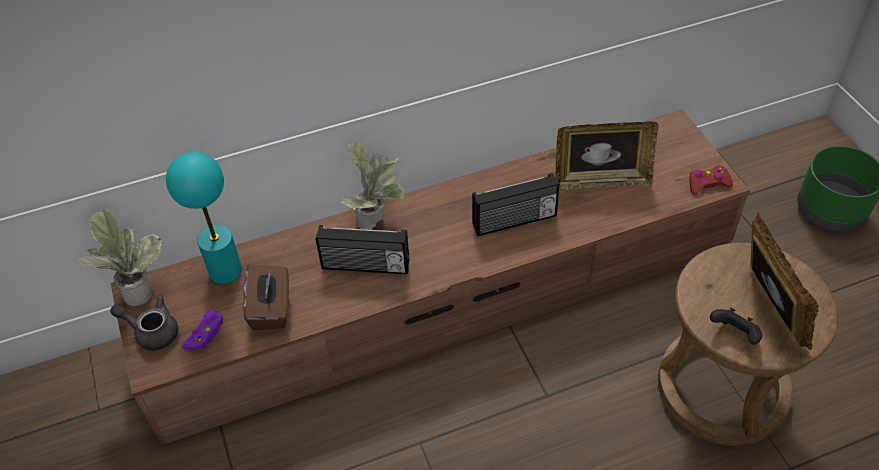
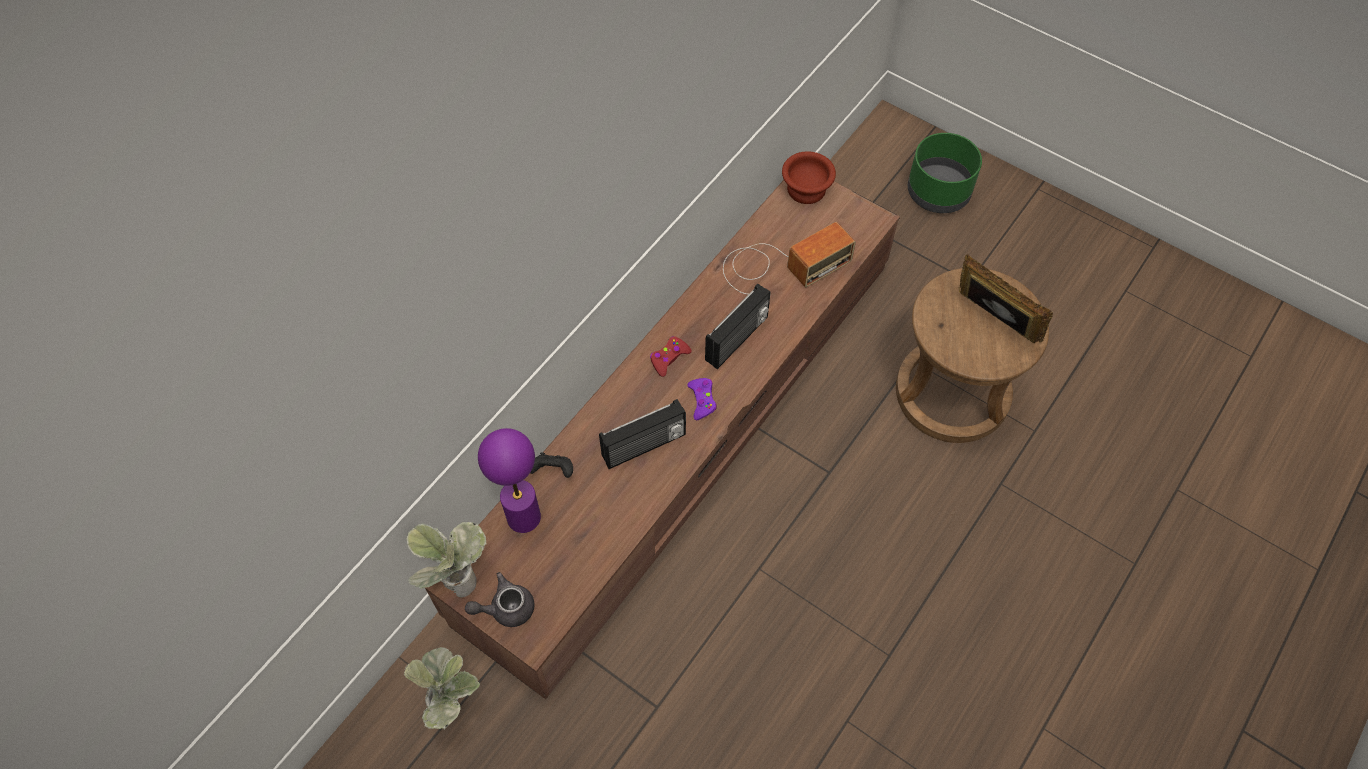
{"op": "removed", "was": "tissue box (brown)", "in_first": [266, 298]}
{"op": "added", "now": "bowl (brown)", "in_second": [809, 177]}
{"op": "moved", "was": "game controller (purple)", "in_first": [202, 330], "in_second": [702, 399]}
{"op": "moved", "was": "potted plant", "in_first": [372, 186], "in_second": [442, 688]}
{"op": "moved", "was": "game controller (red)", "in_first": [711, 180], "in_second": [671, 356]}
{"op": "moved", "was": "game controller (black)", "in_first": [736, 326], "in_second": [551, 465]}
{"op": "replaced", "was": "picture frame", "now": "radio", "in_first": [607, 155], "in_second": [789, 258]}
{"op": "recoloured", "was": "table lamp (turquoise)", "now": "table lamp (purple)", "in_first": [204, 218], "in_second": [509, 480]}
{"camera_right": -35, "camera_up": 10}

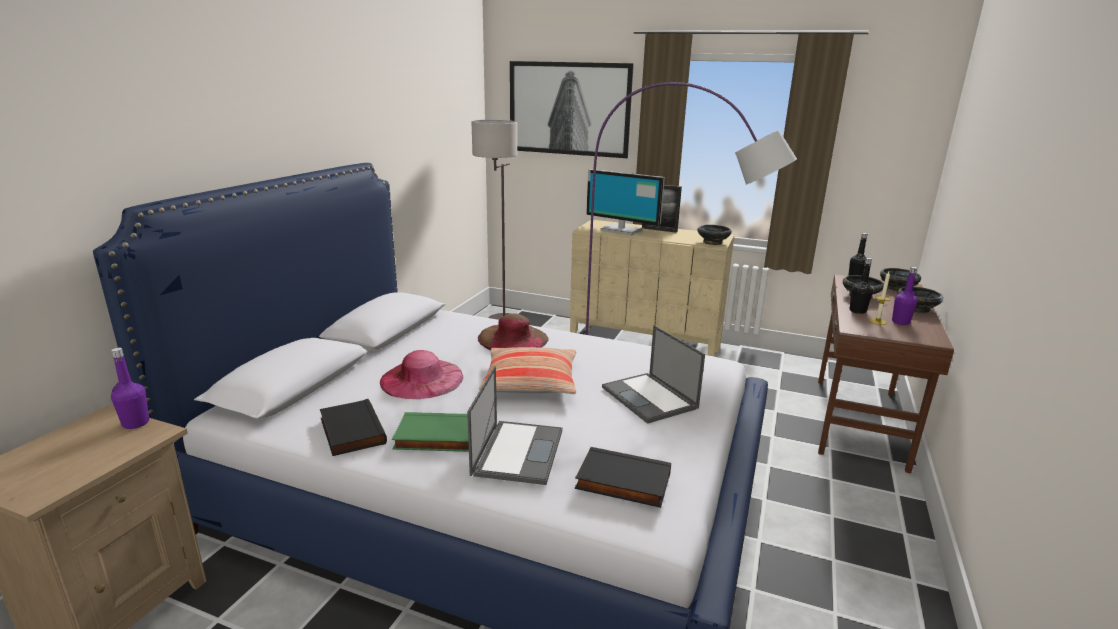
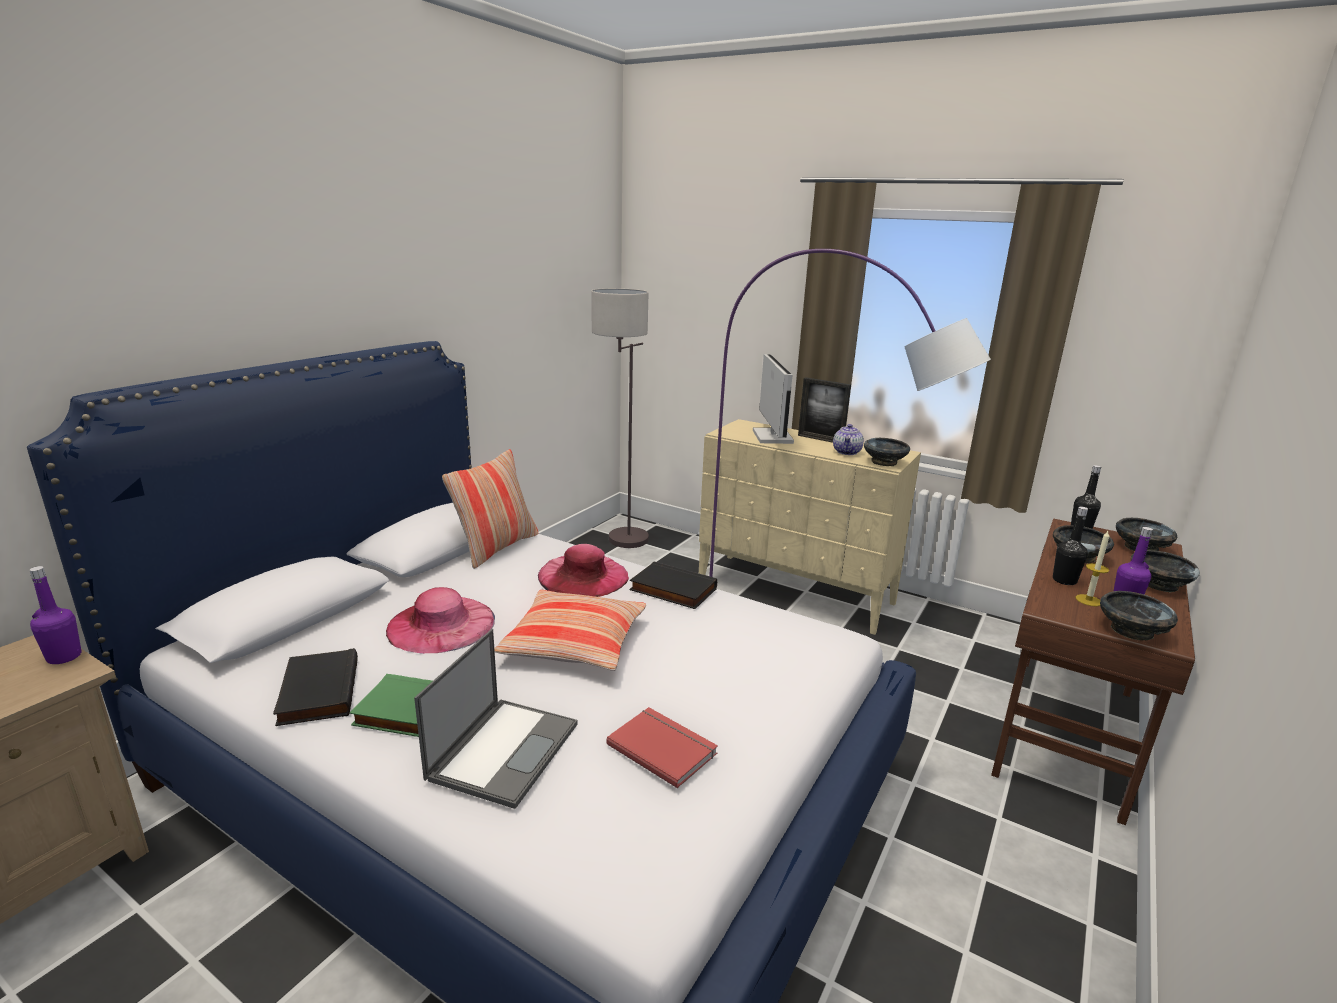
{"op": "removed", "was": "picture", "in_first": [572, 109]}
{"op": "removed", "was": "laptop", "in_first": [653, 374]}
{"op": "added", "now": "pillow", "in_second": [490, 509]}
{"op": "added", "now": "book (red)", "in_second": [662, 747]}
{"op": "added", "now": "teapot", "in_second": [848, 439]}
{"op": "added", "now": "bowl (black)", "in_second": [1139, 615]}
{"op": "moved", "was": "book (black)", "in_first": [623, 477], "in_second": [673, 585]}
{"op": "recoloured", "was": "hat (brown)", "now": "hat (pink)", "in_first": [513, 331], "in_second": [583, 570]}
{"op": "turned", "was": "monitor", "in_first": [625, 202], "in_second": [773, 399], "clockwise": -135}
{"camera_right": 10, "camera_up": 0}

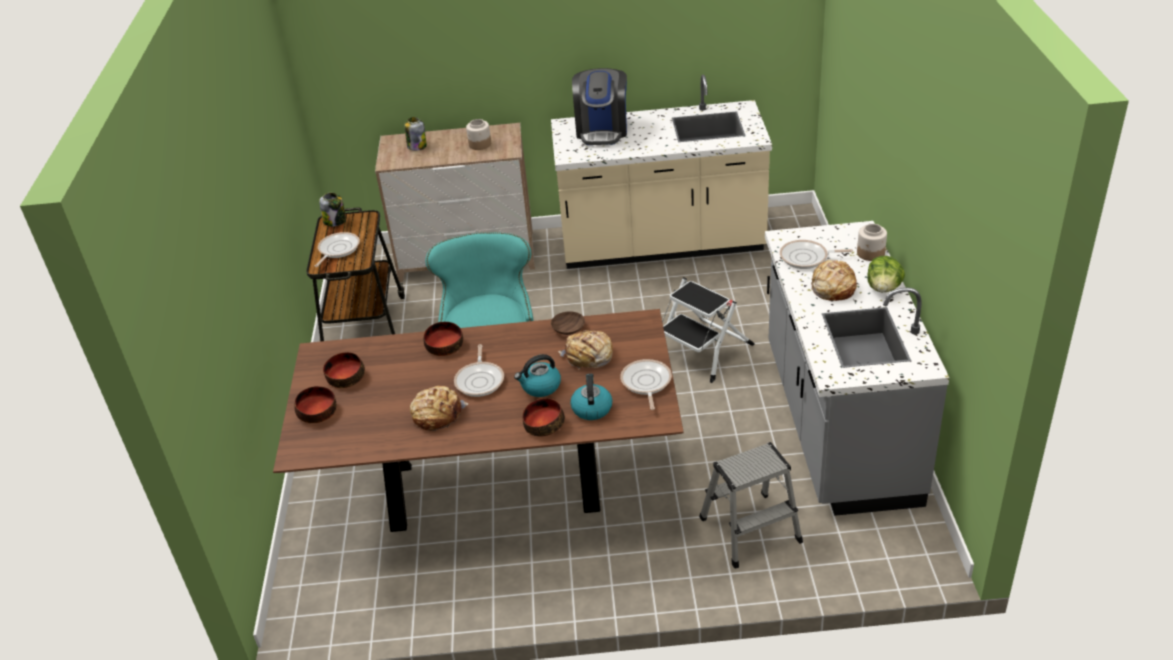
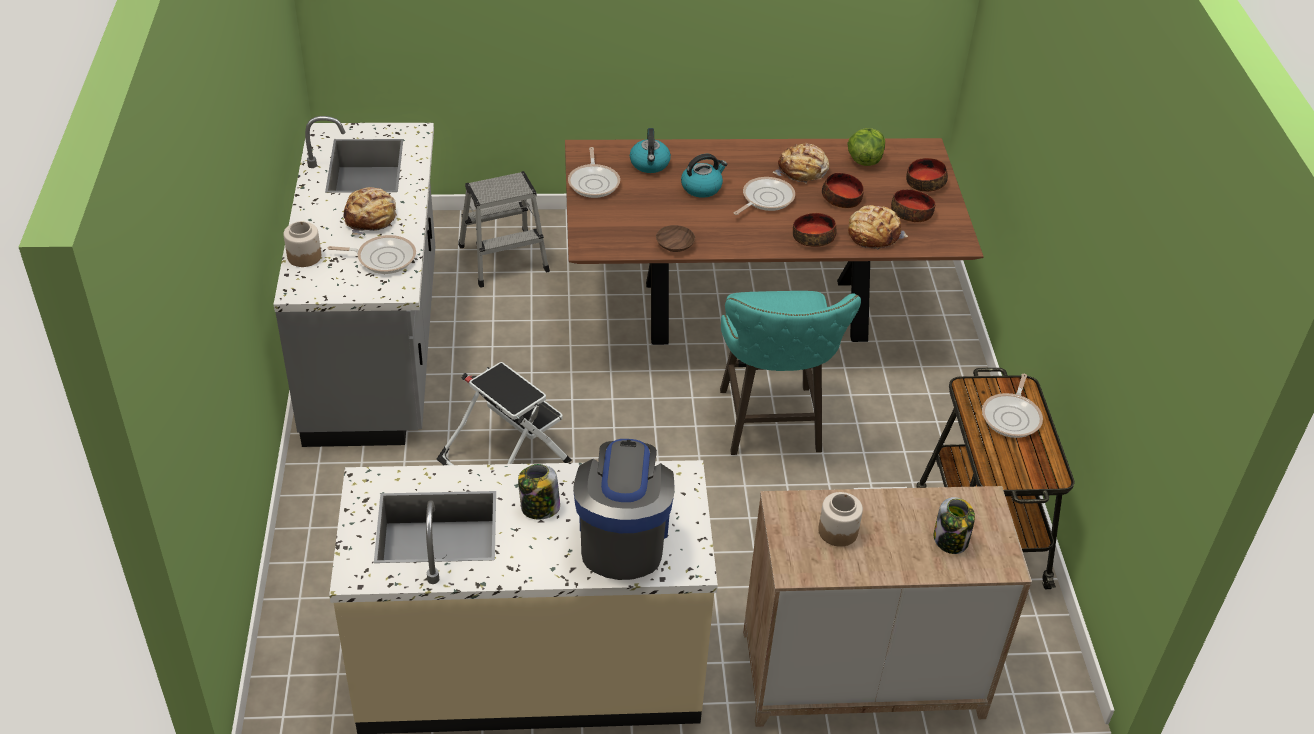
{"op": "moved", "was": "jar", "in_first": [332, 209], "in_second": [539, 492]}
{"op": "moved", "was": "bowl", "in_first": [543, 417], "in_second": [843, 190]}
{"op": "moved", "was": "bread", "in_first": [585, 350], "in_second": [878, 227]}
{"op": "moved", "was": "lettuce", "in_first": [886, 274], "in_second": [866, 147]}
{"op": "turned", "was": "frying pan", "in_first": [479, 370], "in_second": [764, 196], "clockwise": 45}
{"camera_right": 175, "camera_up": 5}

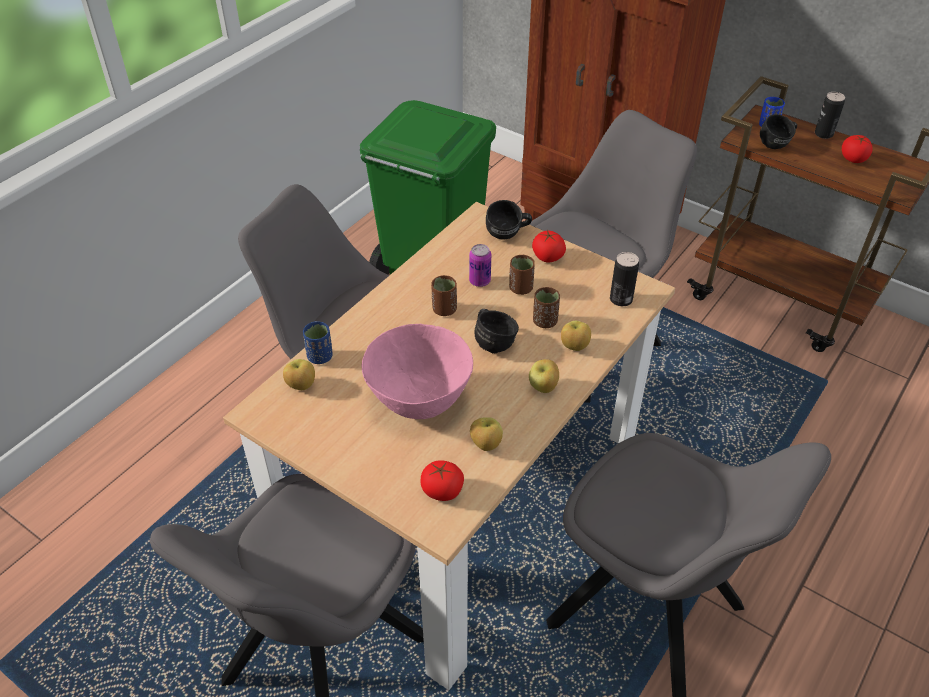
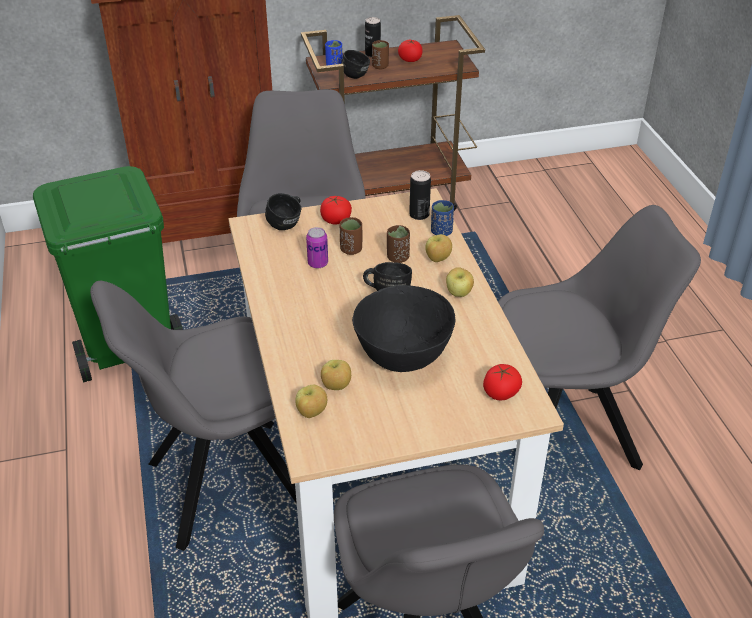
{"op": "moved", "was": "cup (blue)", "in_first": [318, 342], "in_second": [442, 218]}
{"op": "moved", "was": "cup (brown)", "in_first": [444, 295], "in_second": [380, 54]}
{"op": "moved", "was": "apple", "in_first": [486, 434], "in_second": [336, 375]}
{"op": "recoloured", "was": "bowl (pink)", "now": "bowl (black)", "in_first": [417, 371], "in_second": [403, 328]}
{"camera_right": -50, "camera_up": -5}

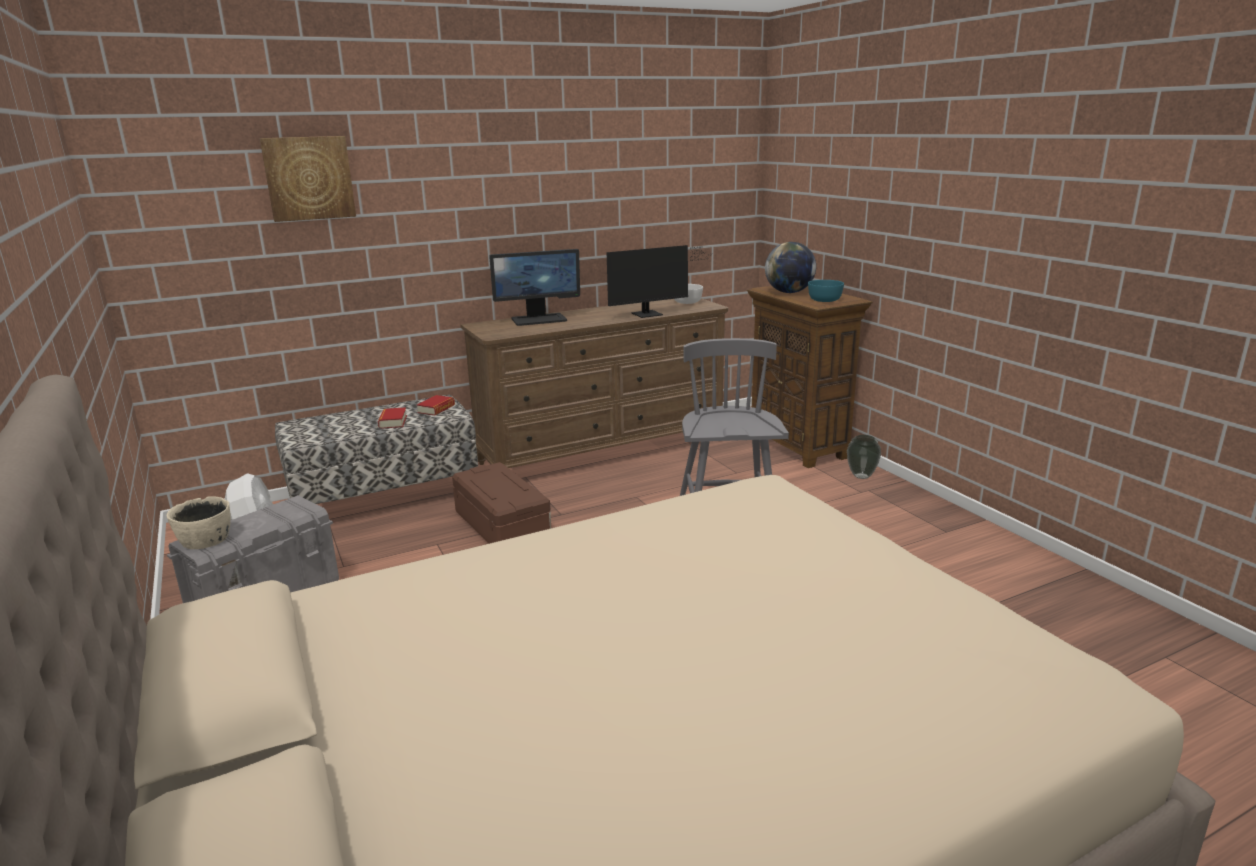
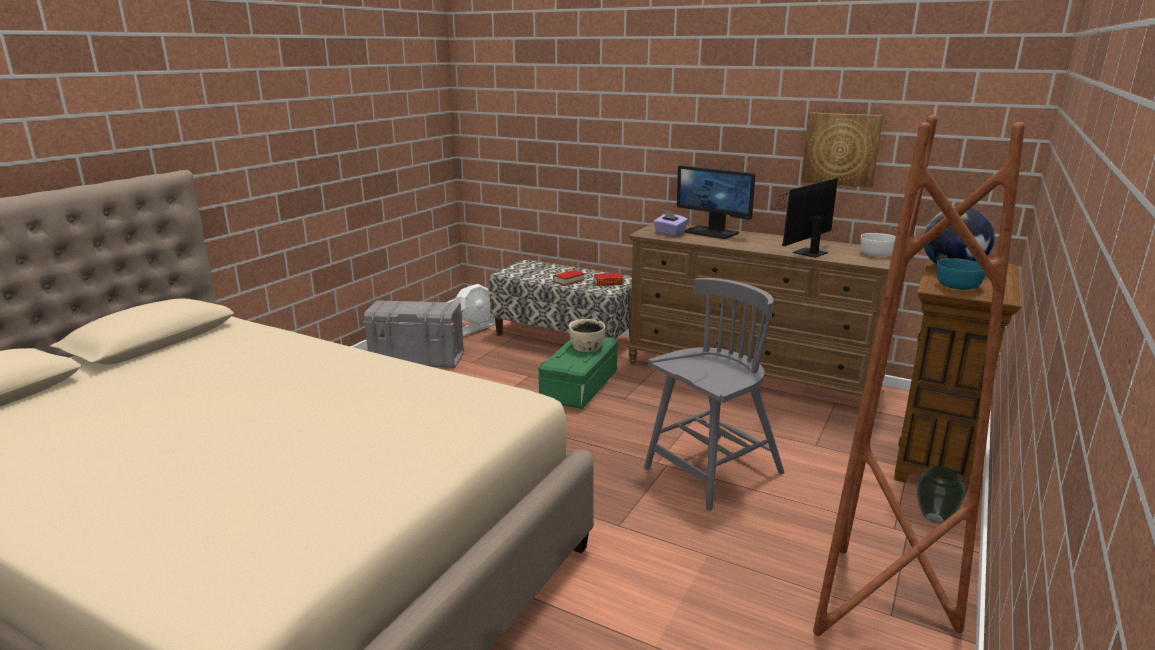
{"op": "added", "now": "tissue box (purple)", "in_second": [670, 223]}
{"op": "added", "now": "clothes rack (brown)", "in_second": [919, 375]}
{"op": "moved", "was": "bowl (beige)", "in_first": [198, 522], "in_second": [587, 335]}
{"op": "moved", "was": "picture", "in_first": [308, 179], "in_second": [842, 150]}
{"op": "recoloured", "was": "storage box (brown)", "now": "storage box (green)", "in_first": [501, 503], "in_second": [578, 373]}
{"op": "turned", "was": "monitor", "in_first": [657, 281], "in_second": [804, 218], "clockwise": 105}
{"camera_right": 55, "camera_up": 0}

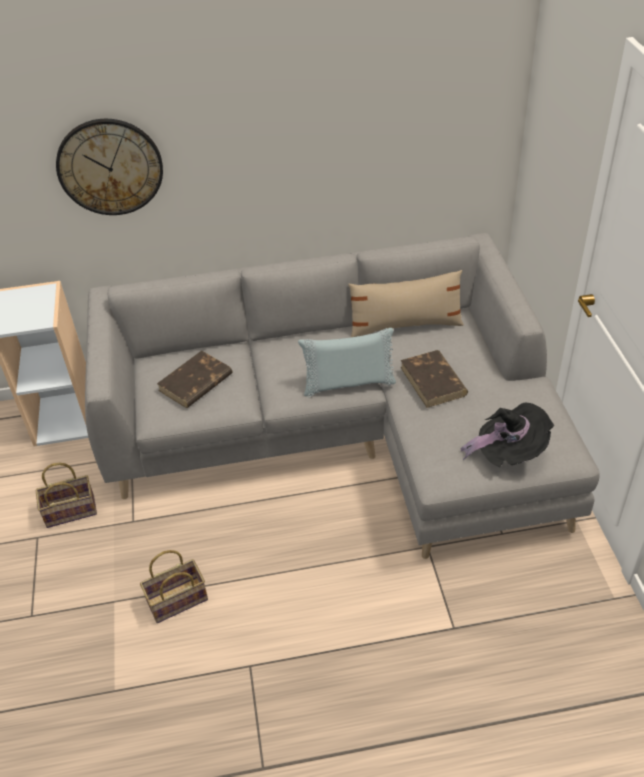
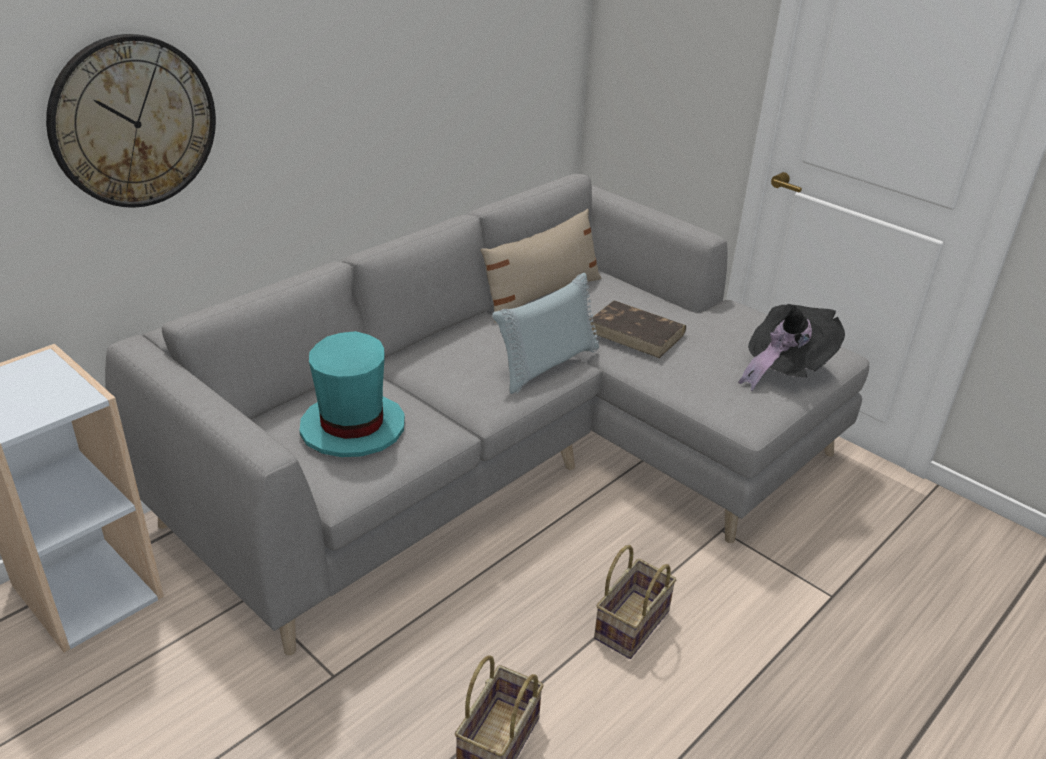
{"op": "moved", "was": "basket", "in_first": [66, 495], "in_second": [635, 602]}
{"op": "replaced", "was": "book (brown)", "now": "hat (turquoise)", "in_first": [195, 379], "in_second": [352, 394]}
{"camera_right": -40, "camera_up": -10}

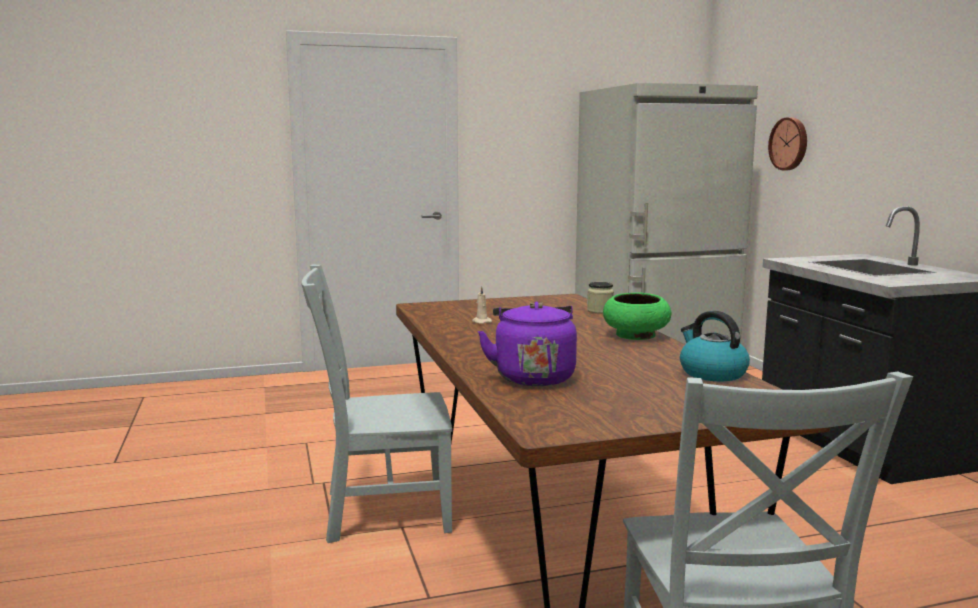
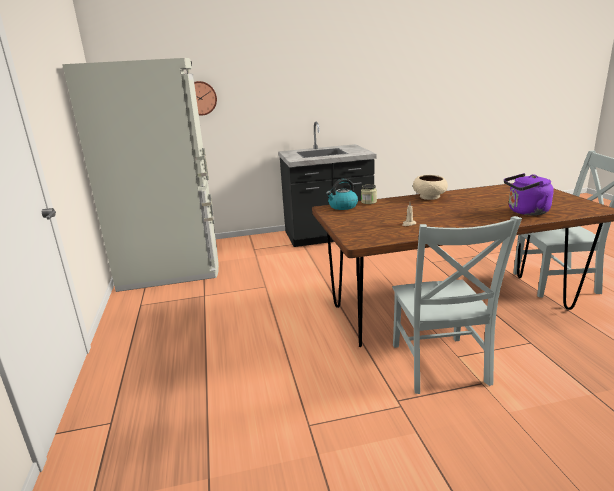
{"op": "moved", "was": "kettle", "in_first": [715, 346], "in_second": [342, 194]}
{"op": "recoloured", "was": "bowl (green)", "now": "bowl (beige)", "in_first": [637, 316], "in_second": [430, 187]}
{"camera_right": -85, "camera_up": 10}

